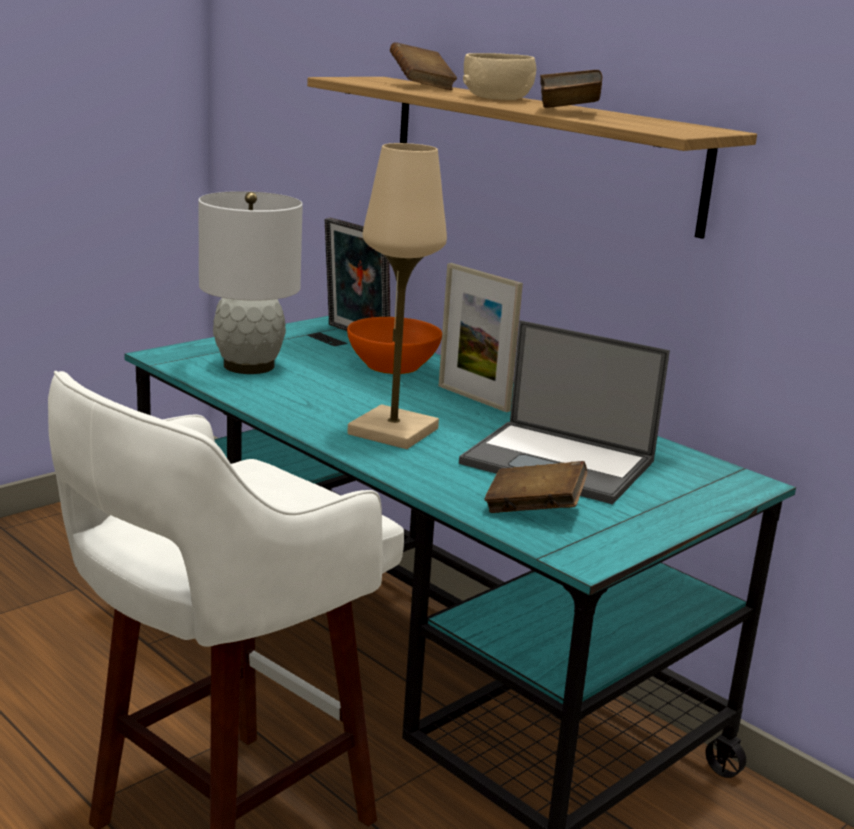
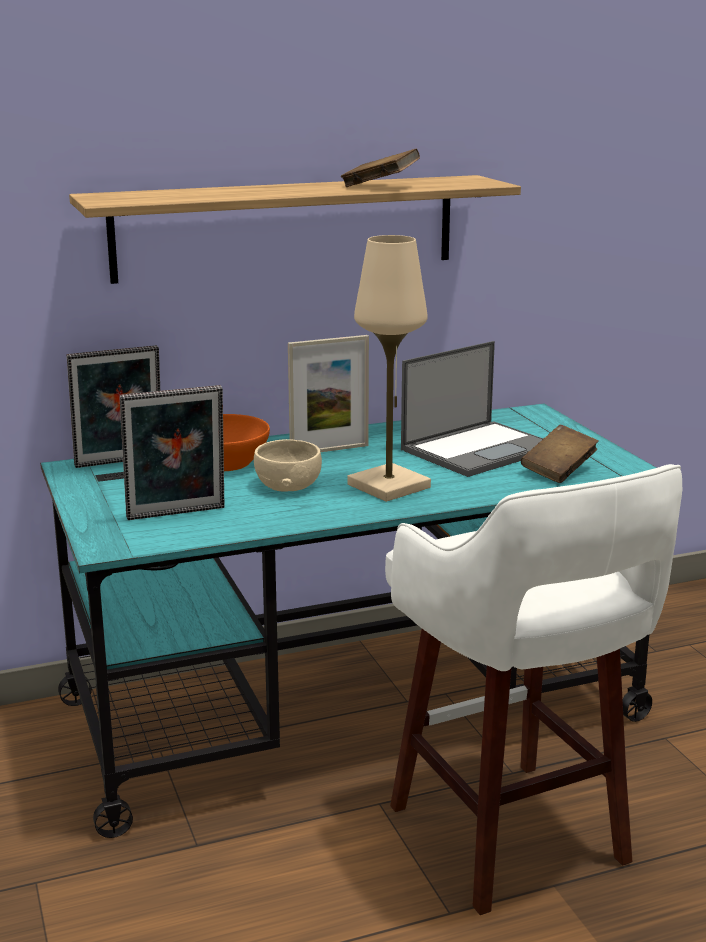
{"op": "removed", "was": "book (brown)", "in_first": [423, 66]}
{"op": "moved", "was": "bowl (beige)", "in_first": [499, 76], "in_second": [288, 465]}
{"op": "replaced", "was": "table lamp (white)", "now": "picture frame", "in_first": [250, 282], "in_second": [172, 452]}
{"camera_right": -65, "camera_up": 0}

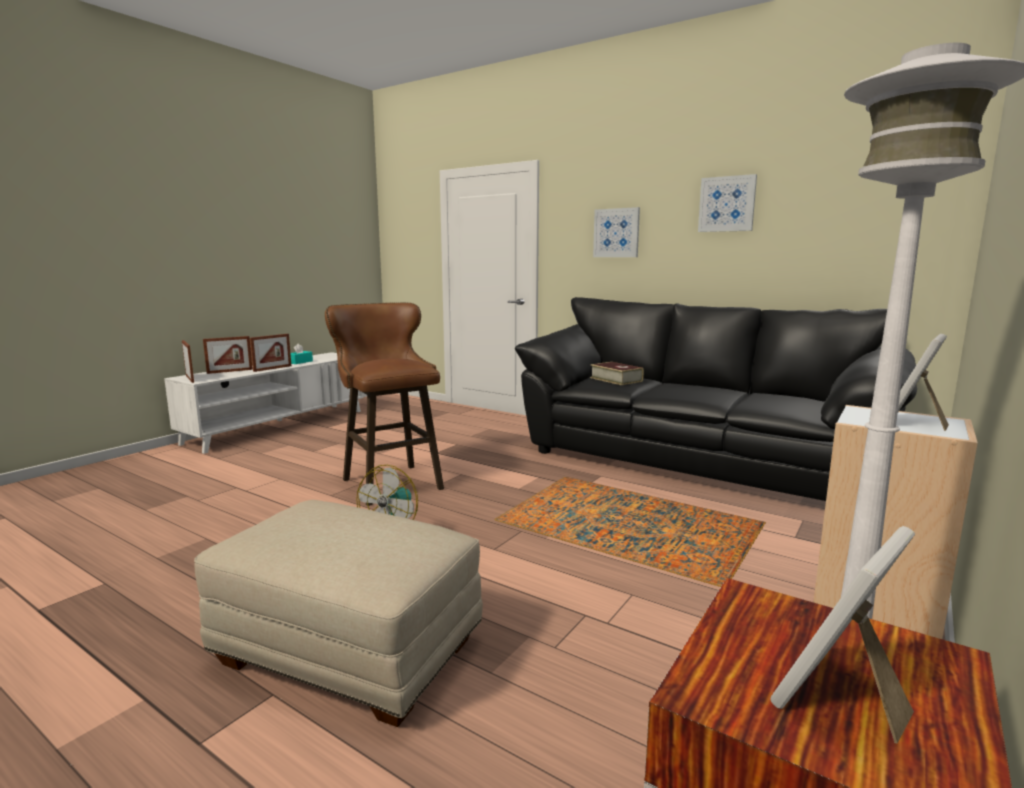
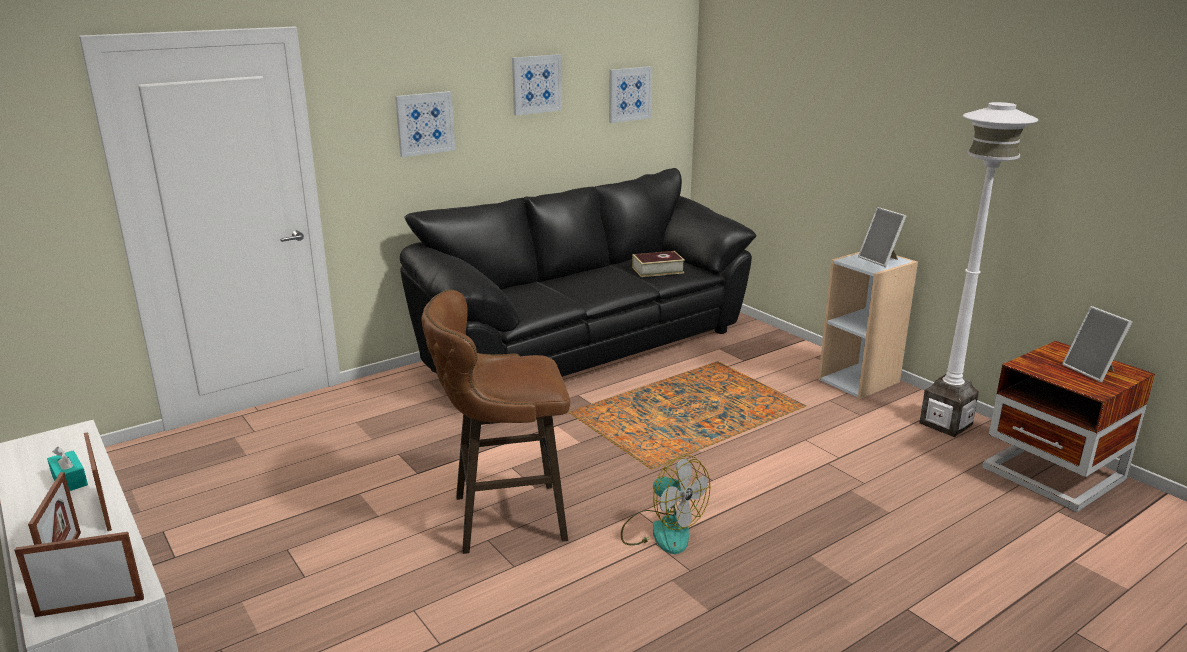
{"op": "removed", "was": "ottoman (beige)", "in_first": [338, 613]}
{"op": "added", "now": "picture", "in_second": [630, 94]}
{"op": "moved", "was": "book", "in_first": [617, 373], "in_second": [658, 264]}
{"camera_right": -70, "camera_up": 10}

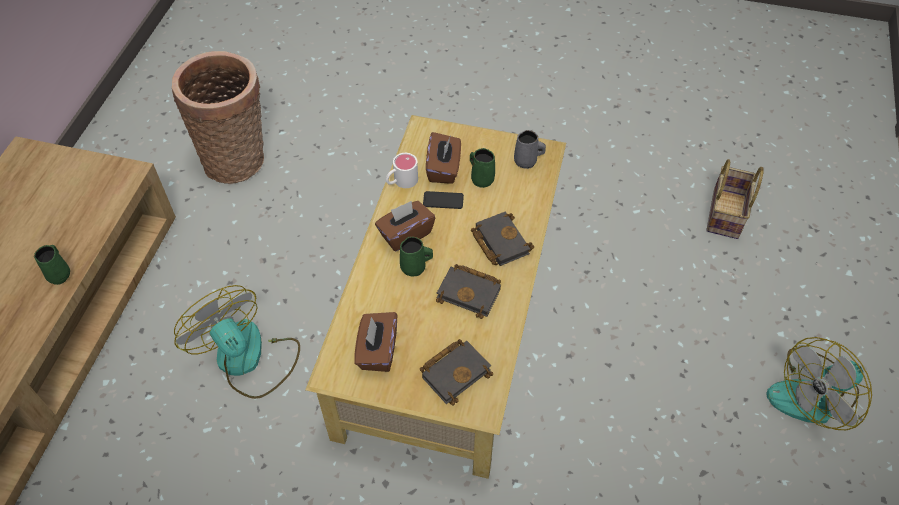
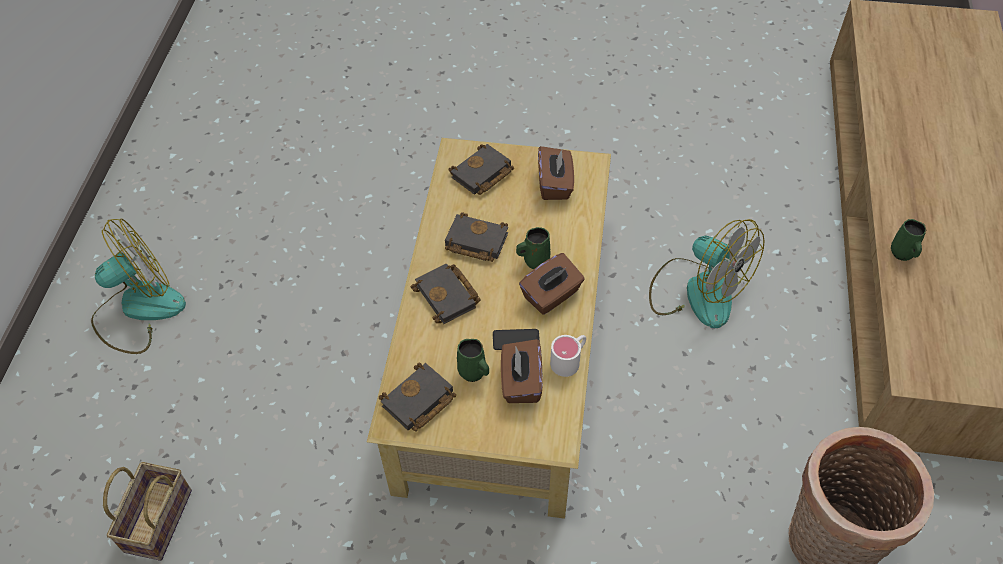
{"op": "replaced", "was": "mug (grey)", "now": "book (black)", "in_first": [530, 149], "in_second": [417, 397]}
{"camera_right": 175, "camera_up": 0}

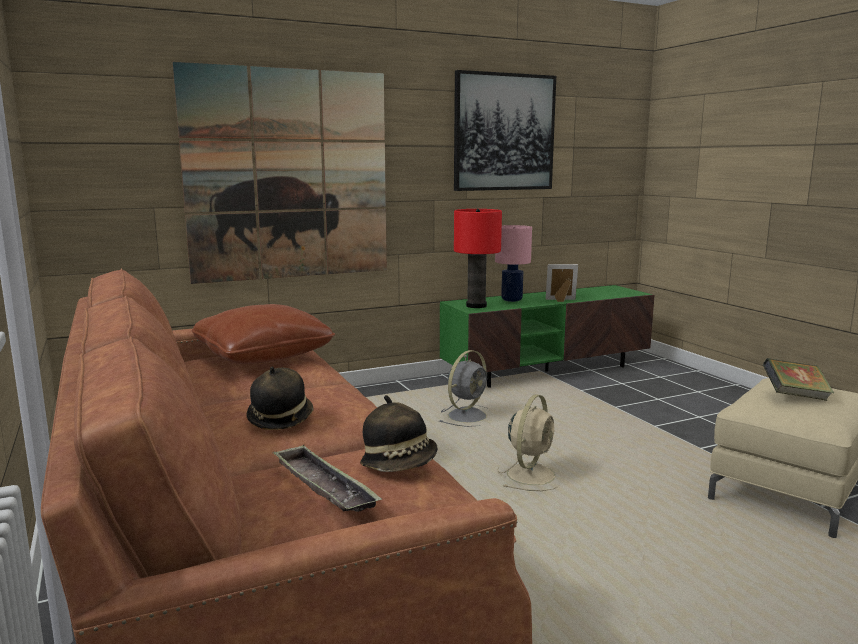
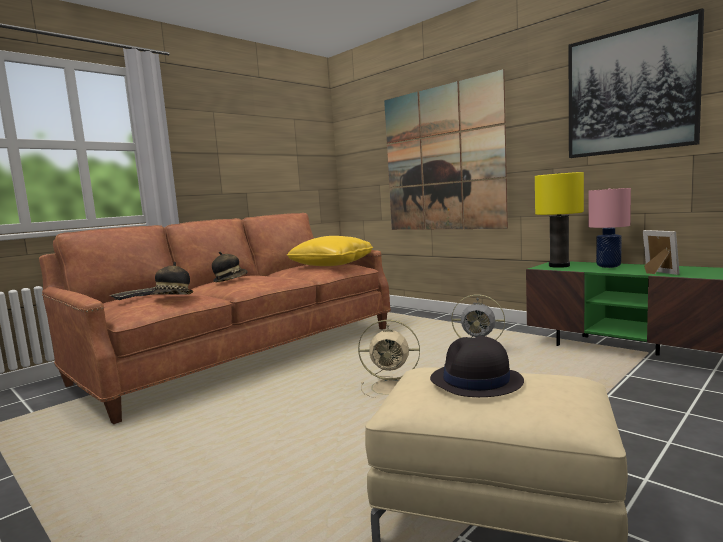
{"op": "replaced", "was": "book", "now": "hat (black)", "in_first": [798, 379], "in_second": [477, 366]}
{"op": "recoloured", "was": "pillow (brown)", "now": "pillow (yellow)", "in_first": [263, 334], "in_second": [330, 251]}
{"op": "recoloured", "was": "table lamp (red)", "now": "table lamp (yellow)", "in_first": [478, 258], "in_second": [559, 220]}
{"camera_right": 70, "camera_up": -5}

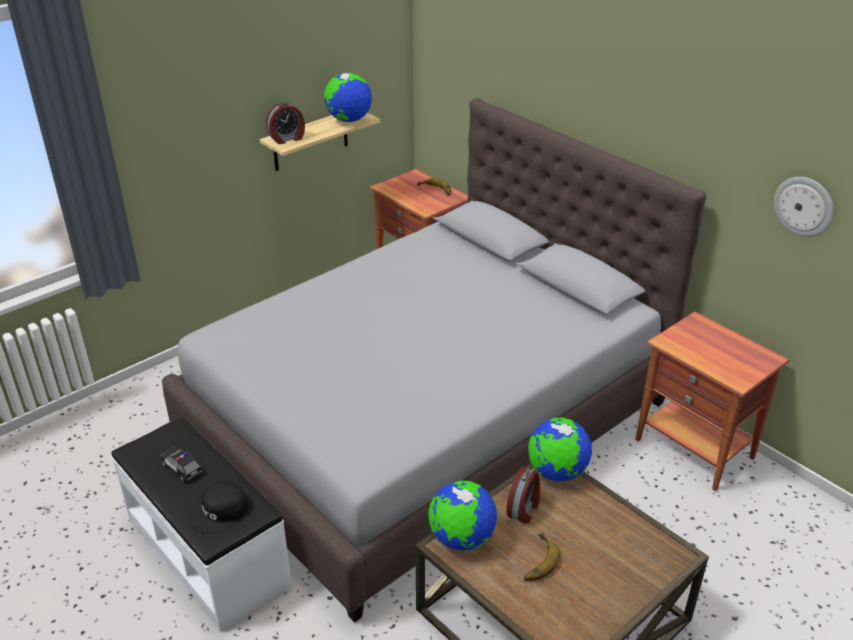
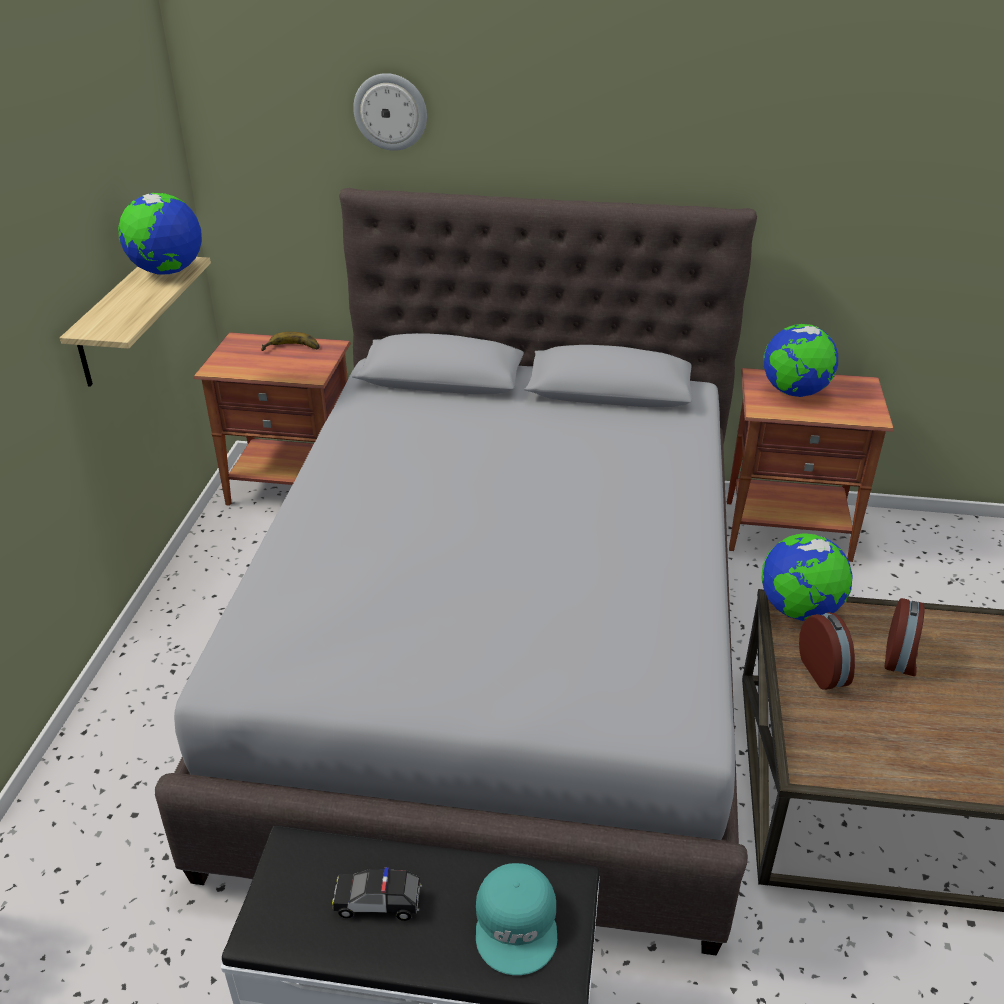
{"op": "removed", "was": "banana", "in_first": [542, 557]}
{"op": "moved", "was": "alarm clock", "in_first": [285, 123], "in_second": [905, 637]}
{"op": "moved", "was": "globe", "in_first": [462, 515], "in_second": [801, 360]}
{"op": "moved", "was": "wall clock", "in_first": [804, 207], "in_second": [390, 112]}
{"op": "recoloured", "was": "cap (black)", "now": "cap (turquoise)", "in_first": [219, 507], "in_second": [516, 919]}
{"camera_right": -40, "camera_up": 0}

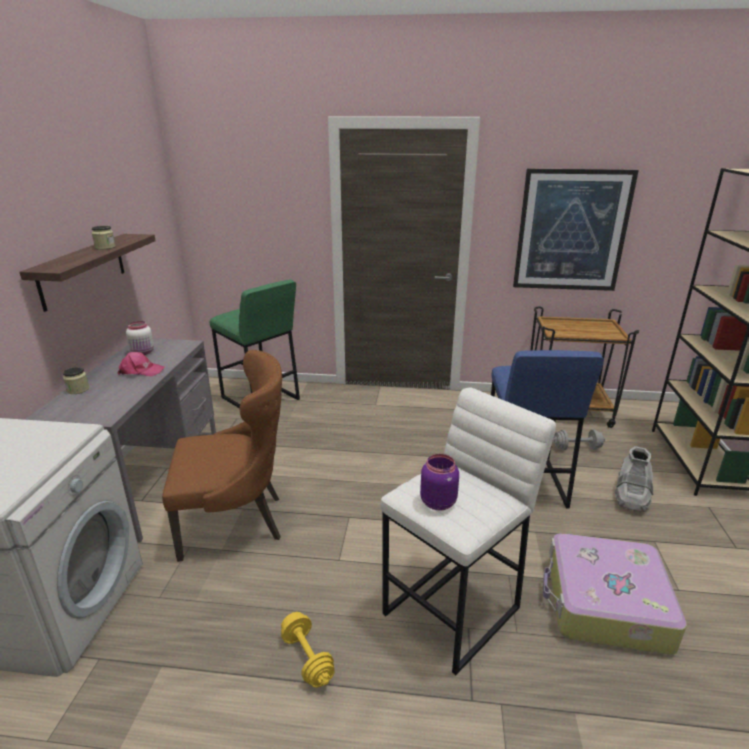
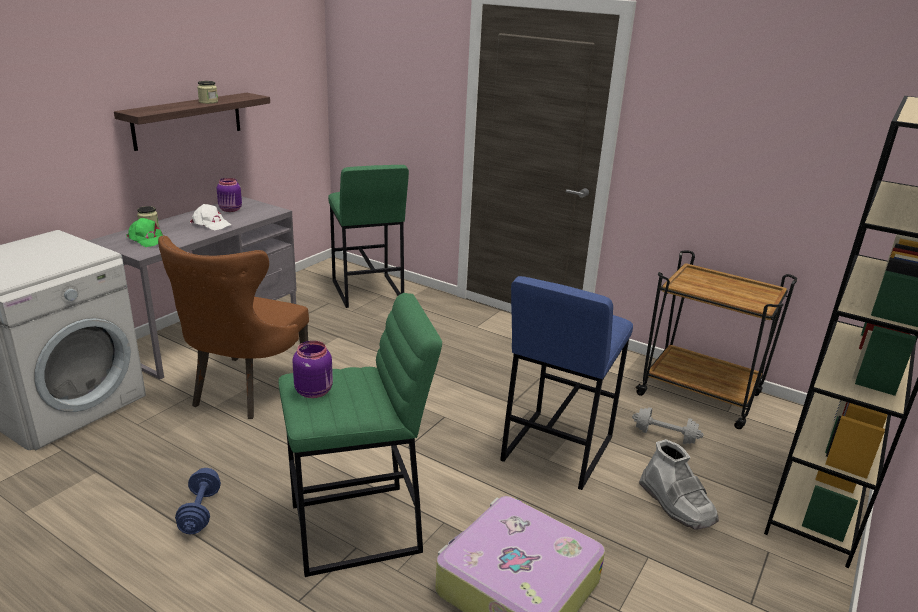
{"op": "removed", "was": "picture", "in_first": [576, 229]}
{"op": "added", "now": "cap (green)", "in_second": [144, 232]}
{"op": "recoloured", "was": "cap (pink)", "now": "cap (white)", "in_first": [140, 364], "in_second": [210, 217]}
{"op": "recoloured", "was": "jar (white)", "now": "jar (purple)", "in_first": [140, 338], "in_second": [229, 195]}
{"op": "recoloured", "was": "dumbbell (yellow)", "now": "dumbbell (blue)", "in_first": [308, 650], "in_second": [198, 501]}
{"op": "recoloured", "was": "stool (white)", "now": "stool (green)", "in_first": [468, 531], "in_second": [360, 435]}
{"op": "turned", "was": "chair (brown)", "in_first": [222, 456], "in_second": [233, 327], "clockwise": 90}
{"op": "turned", "was": "boot (grey)", "in_first": [634, 479], "in_second": [679, 484], "clockwise": -75}
{"camera_right": 25, "camera_up": 0}

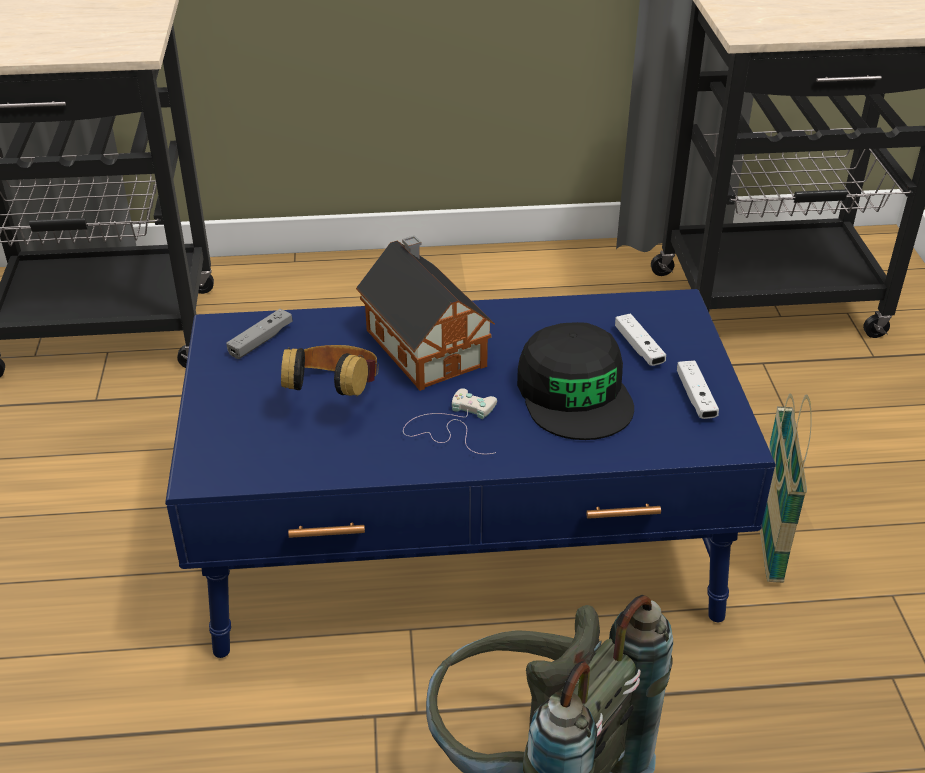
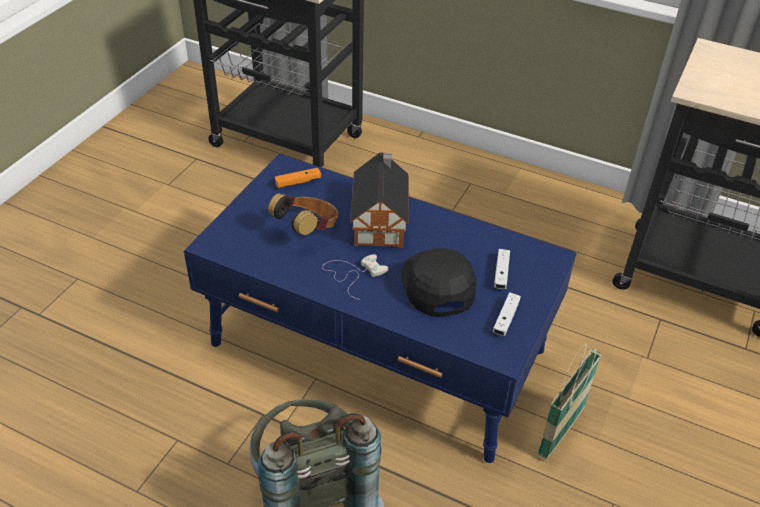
{"op": "recoloured", "was": "game controller (grey)", "now": "game controller (orange)", "in_first": [259, 334], "in_second": [298, 178]}
{"op": "turned", "was": "cap (black)", "in_first": [575, 381], "in_second": [439, 282], "clockwise": 150}
{"camera_right": 30, "camera_up": 5}

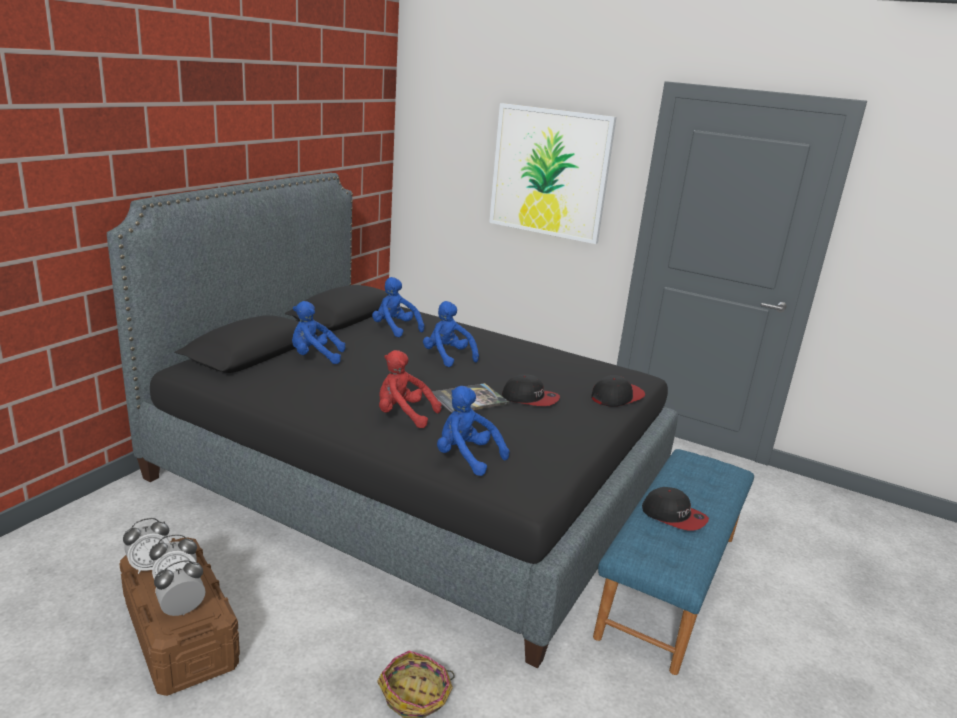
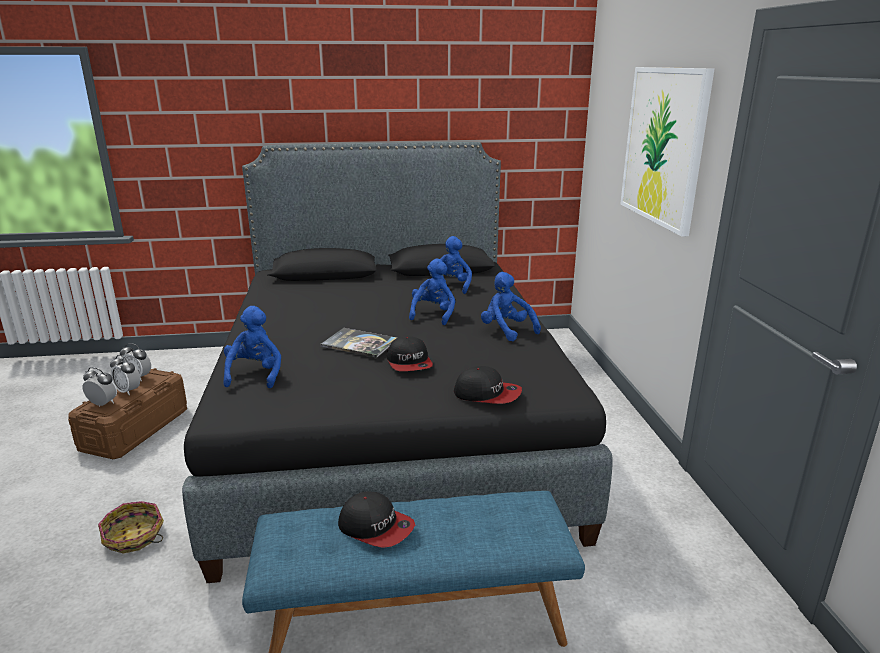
{"op": "removed", "was": "plush toy (red)", "in_first": [410, 389]}
{"op": "moved", "was": "plush toy (blue)", "in_first": [319, 332], "in_second": [511, 307]}
{"op": "turned", "was": "cap", "in_first": [675, 509], "in_second": [376, 520], "clockwise": -60}
{"camera_right": 55, "camera_up": 0}

